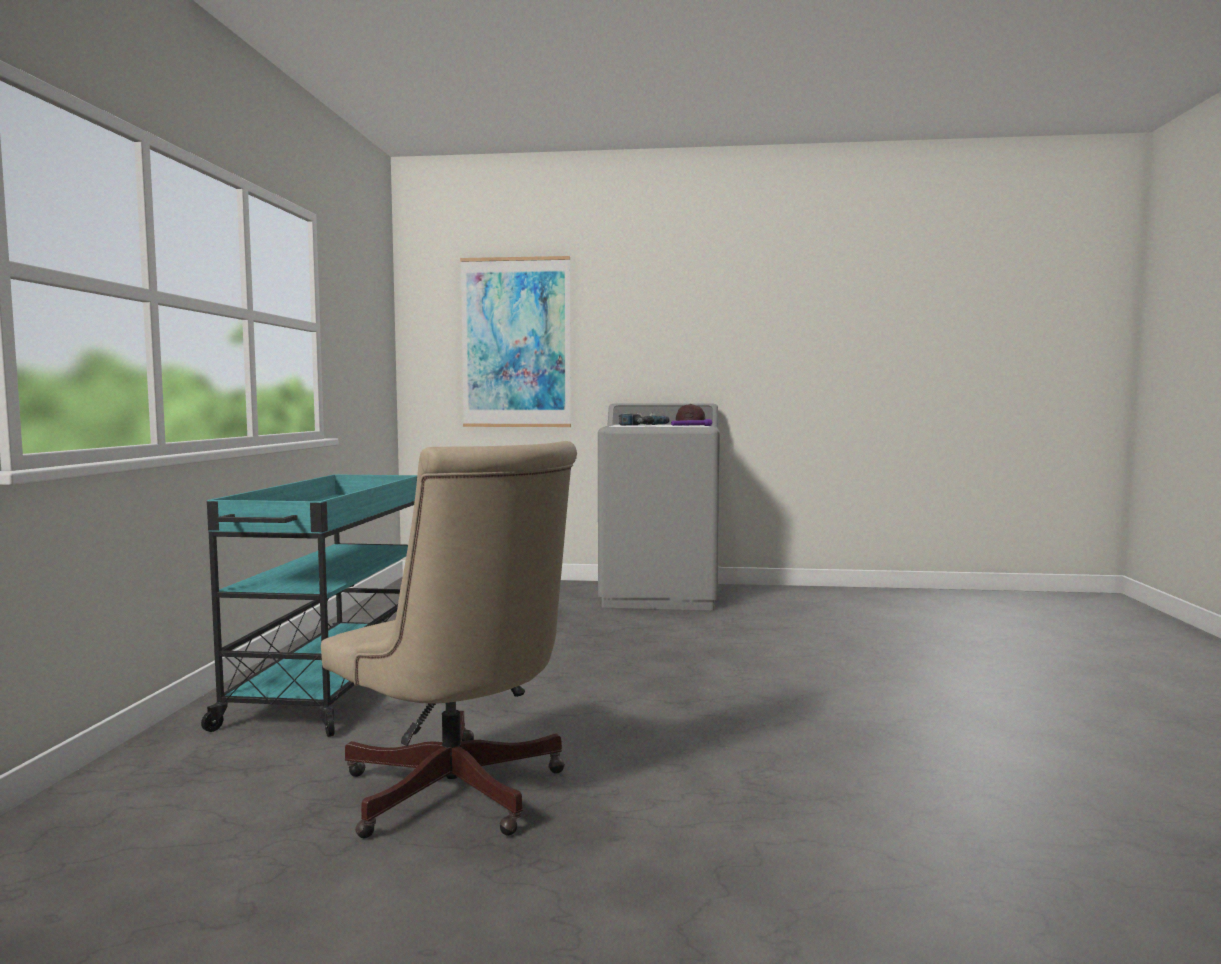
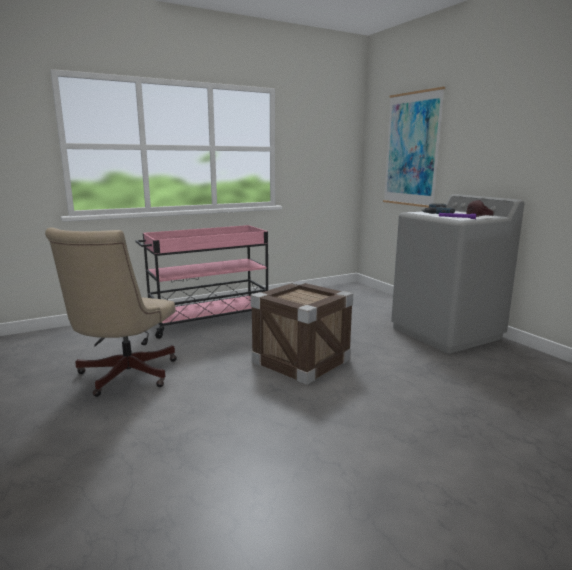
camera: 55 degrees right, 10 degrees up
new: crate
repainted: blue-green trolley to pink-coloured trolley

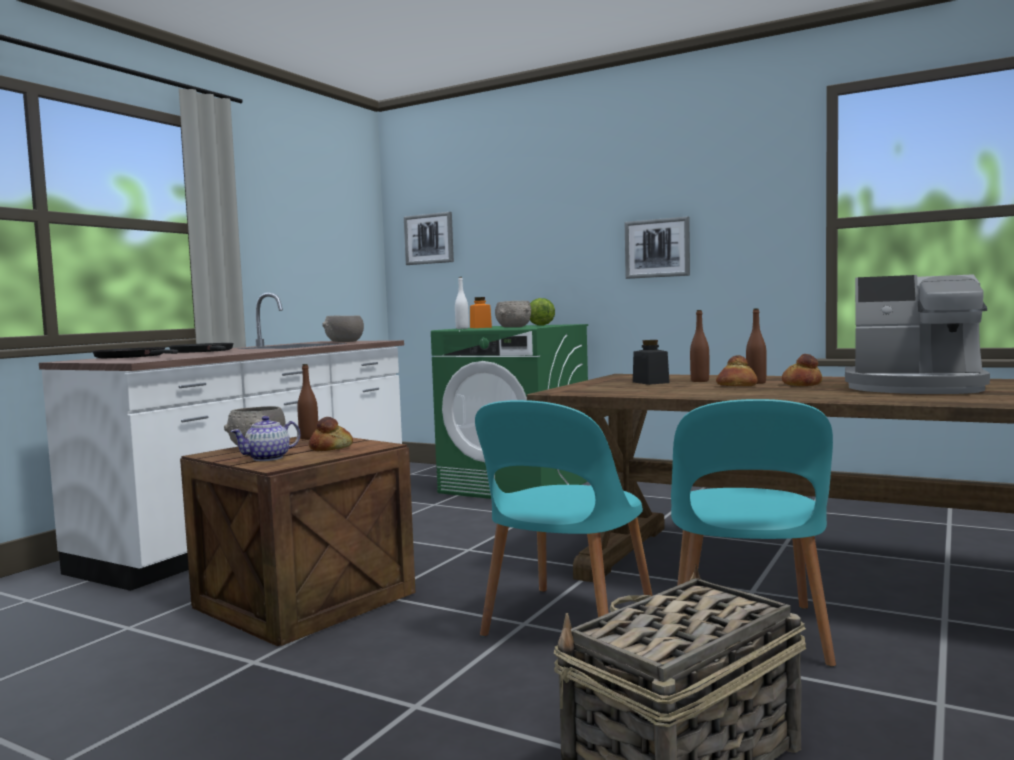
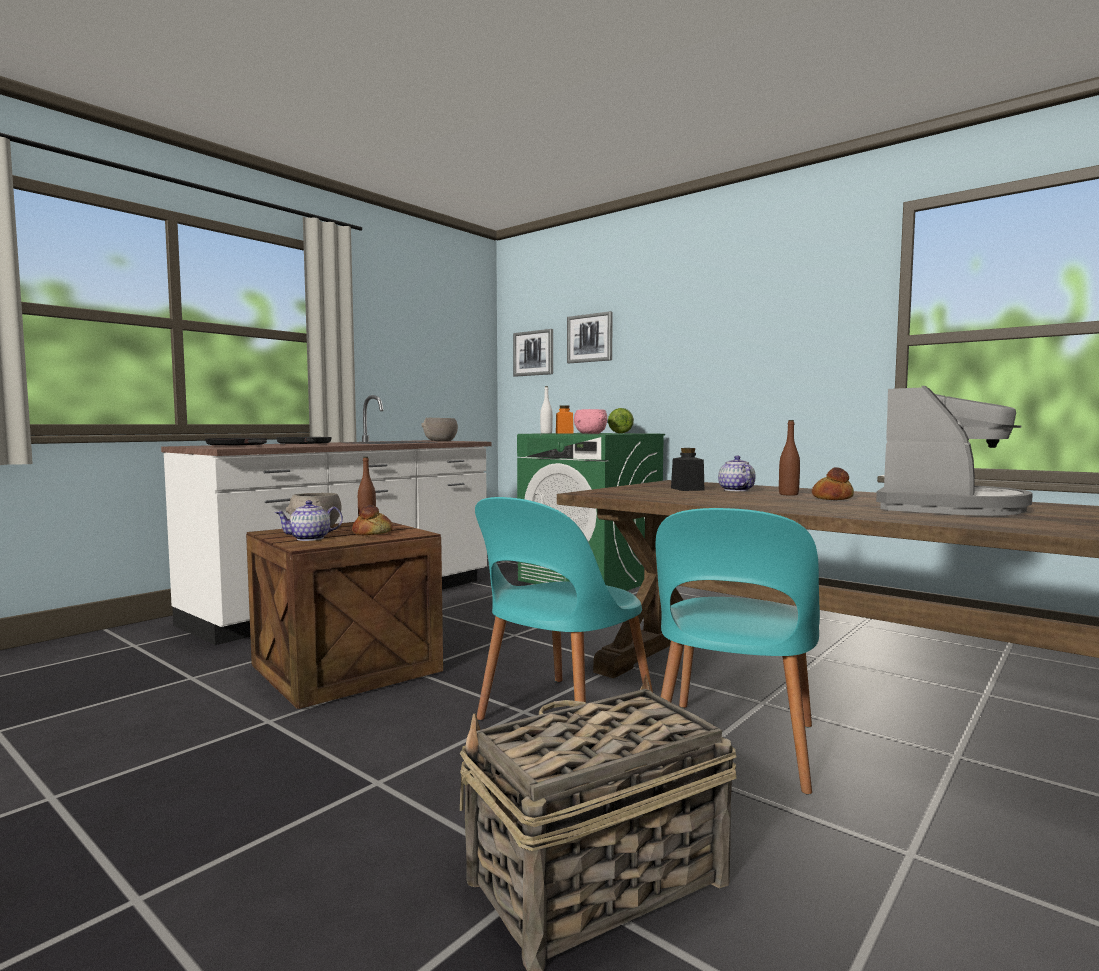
camera: 10 degrees right, 0 degrees up
gone: baked bread (no. 2 from left)
shifted: wall art (no. 2 from left)
swapped: brown-coloured bottle (no. 2 from left) to pot for tea (no. 2 from left)
repainted: greyish serving bowl (no. 3 from left) to pink-coloured serving bowl
rotated: coffee brewer 90 degrees counterclockwise

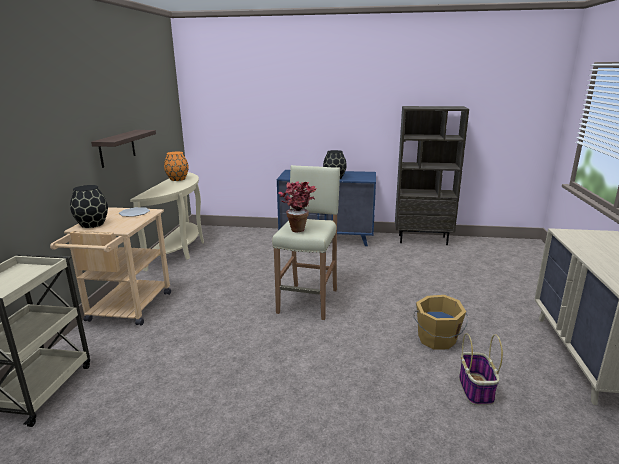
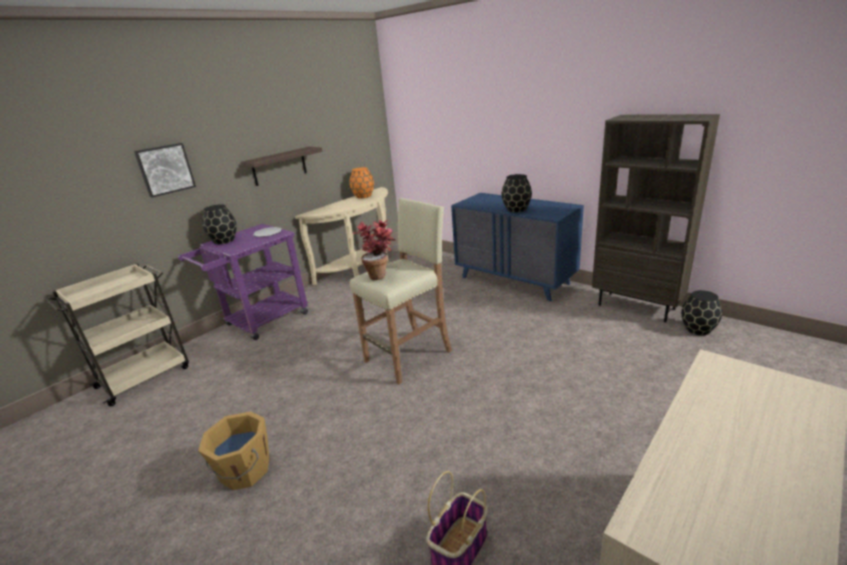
camera: 35 degrees right, 5 degrees up
new: wall art; black-coloured vase (no. 3 from left)
shifted: orange bucket
repainted: beige-coloured trolley (no. 2 from left) to purple trolley

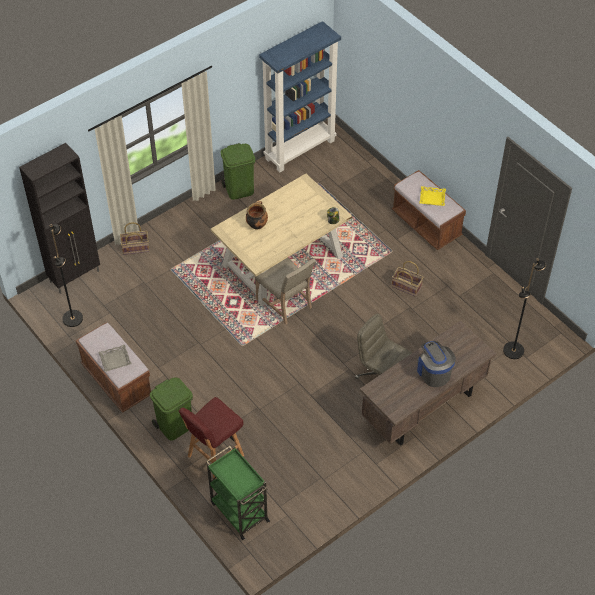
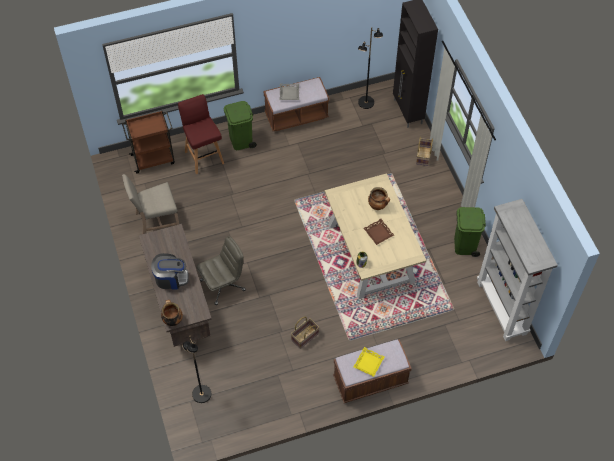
camera: 110 degrees right, 5 degrees up
new: saucepot (no. 1 from left); brown-coloured serving tray
shifted: beige-coloured plain chair
repainted: greenish trolley to brown-coloured trolley; blue-coloured shelving unit to greyish shelving unit

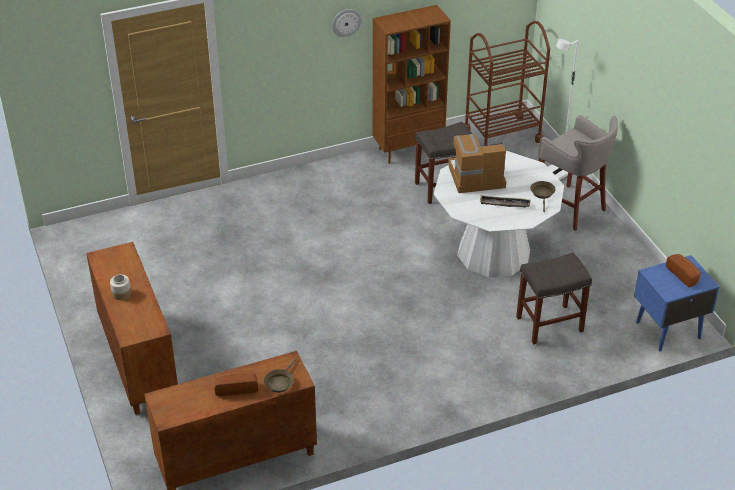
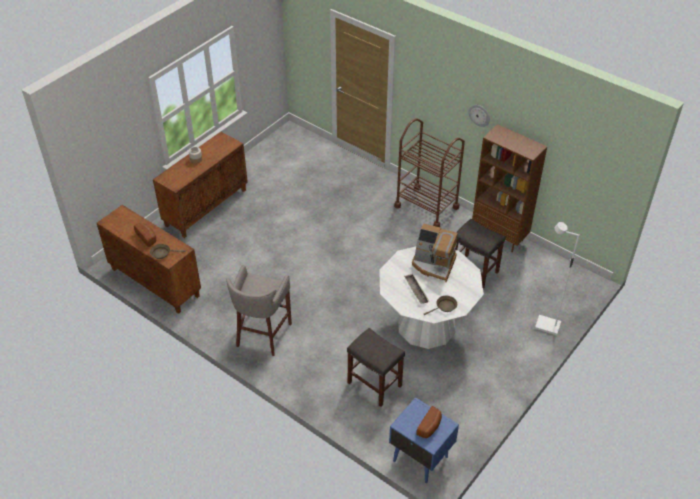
camera: 60 degrees right, 5 degrees up
shifted: brown-coloured trolley; greyish stool (no. 3 from left in the first image) to greyish stool (no. 1 from left)
rotated: coffee brewer 150 degrees clockwise

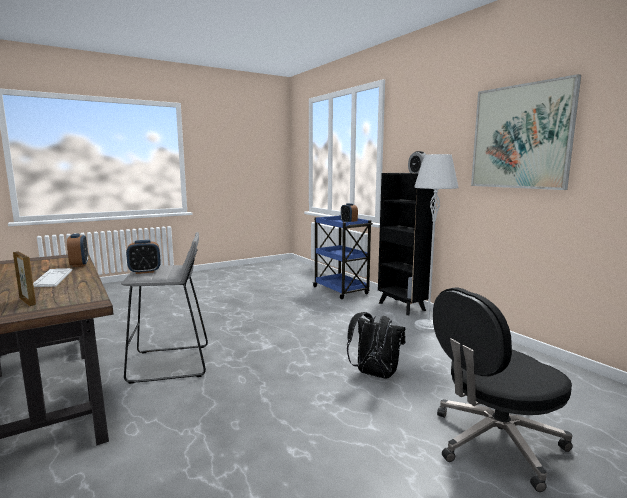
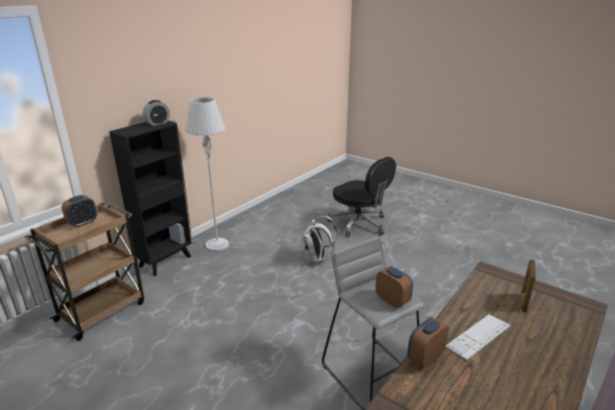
camera: 110 degrees left, 15 degrees up
gone: wall art
repainted: blue-coloured trolley to brown-coloured trolley; black-coloured knapsack to whitish knapsack

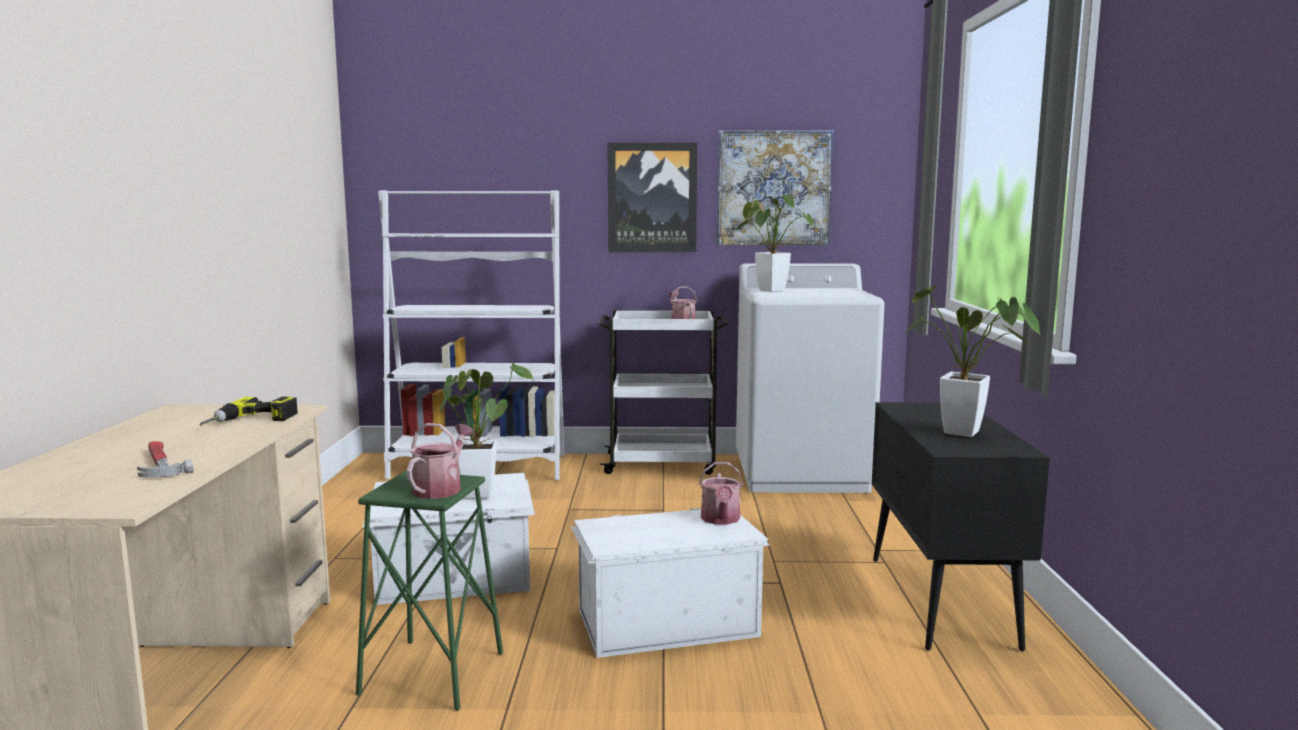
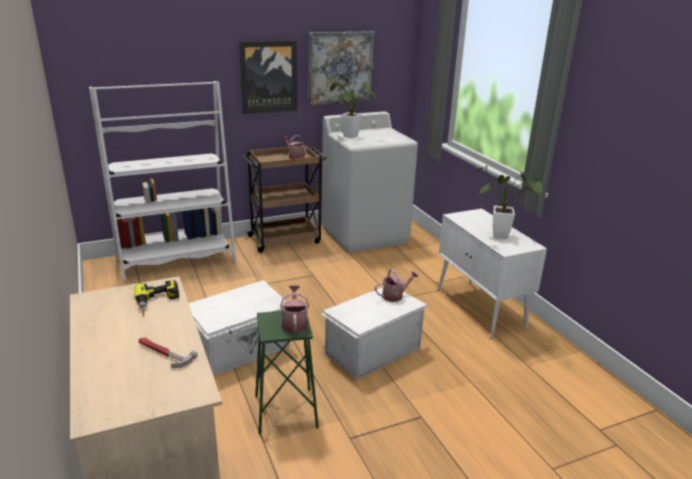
camera: 25 degrees left, 15 degrees up
gone: houseplant (no. 1 from left)
repainted: whitish trolley to brown-coloured trolley; black-coloured cabinet to whitish cabinet
rotated: watering pot (no. 3 from left) 90 degrees counterclockwise

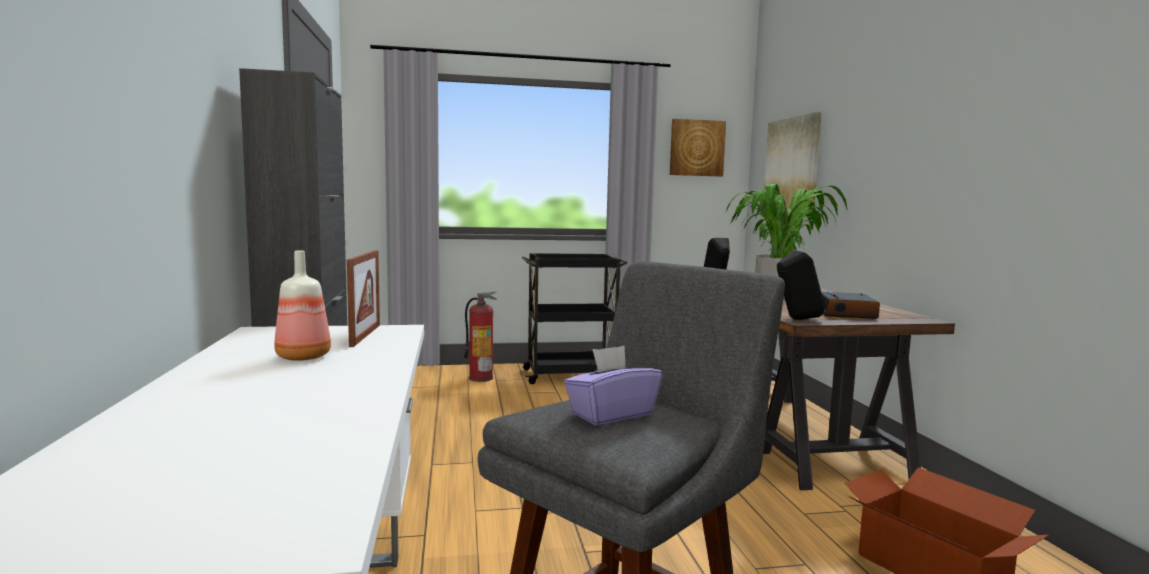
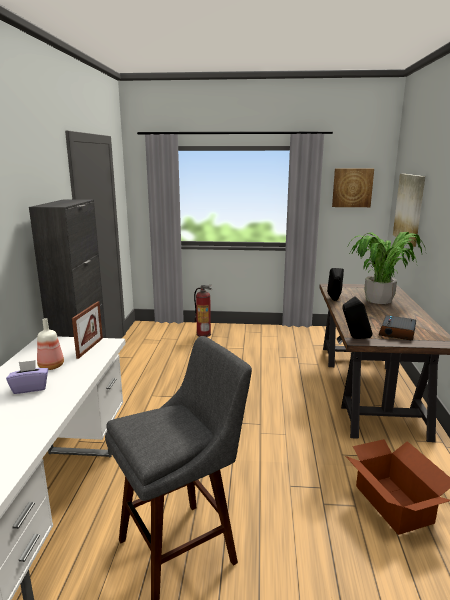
camera: 15 degrees right, 10 degrees up
gone: black-coloured trolley
shifted: purple tissue box

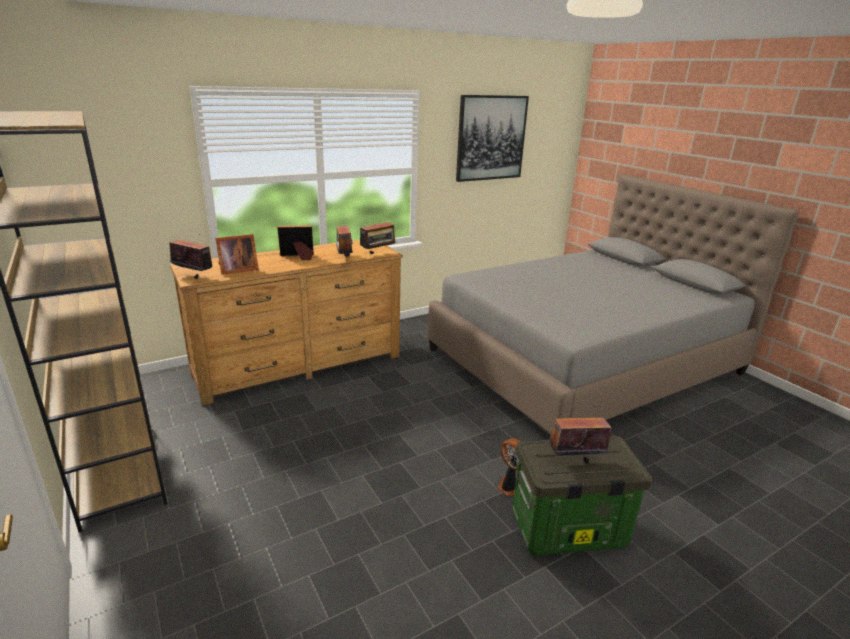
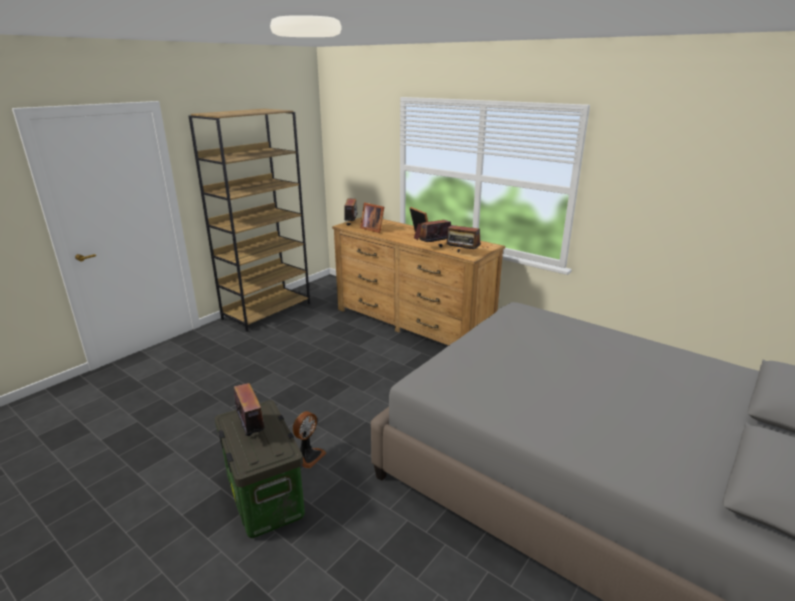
camera: 70 degrees right, 0 degrees up
gone: wall art

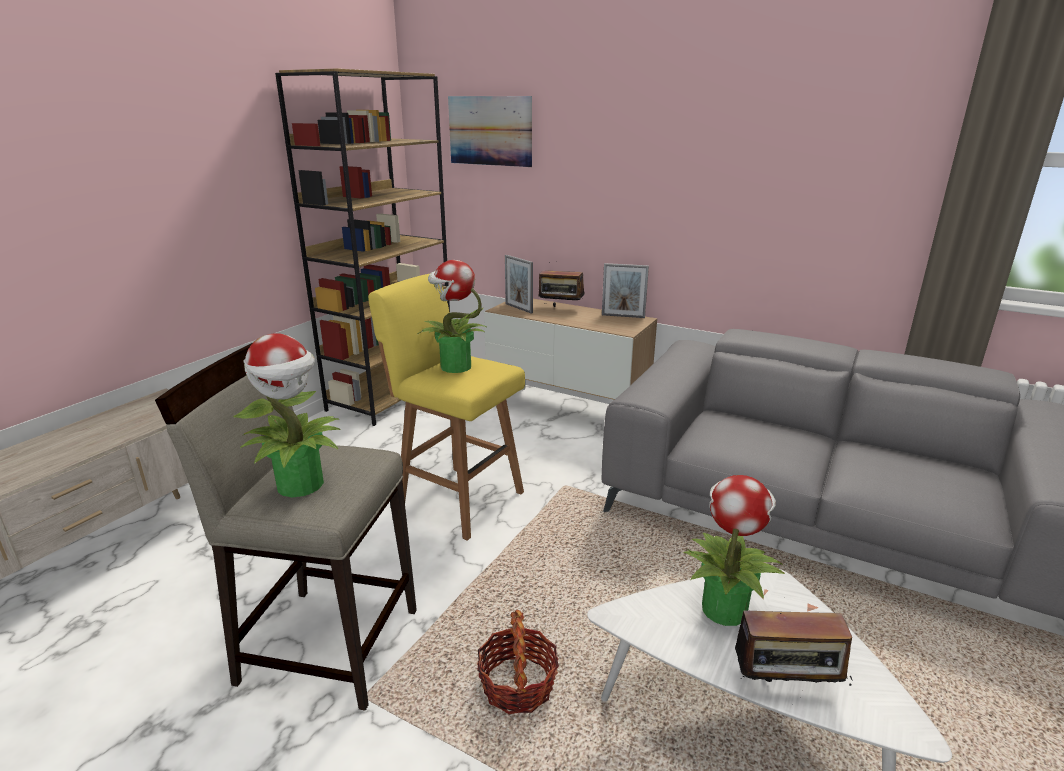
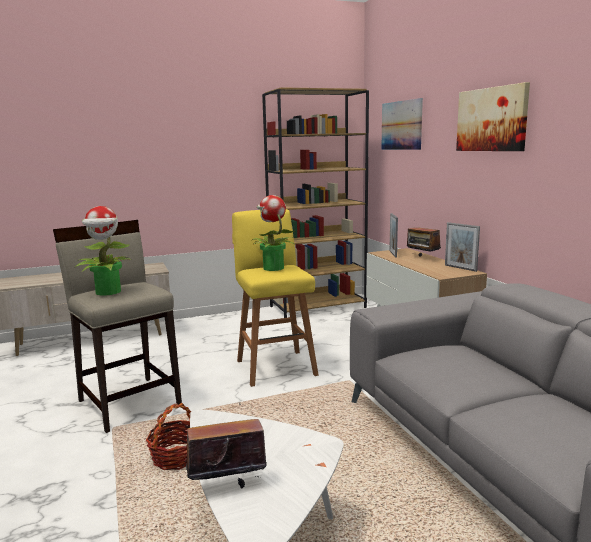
camera: 40 degrees right, 10 degrees down
gone: houseplant (no. 3 from left)
new: wall art (no. 2 from left)
rotated: radio (no. 2 from left in the first image) 120 degrees clockwise

